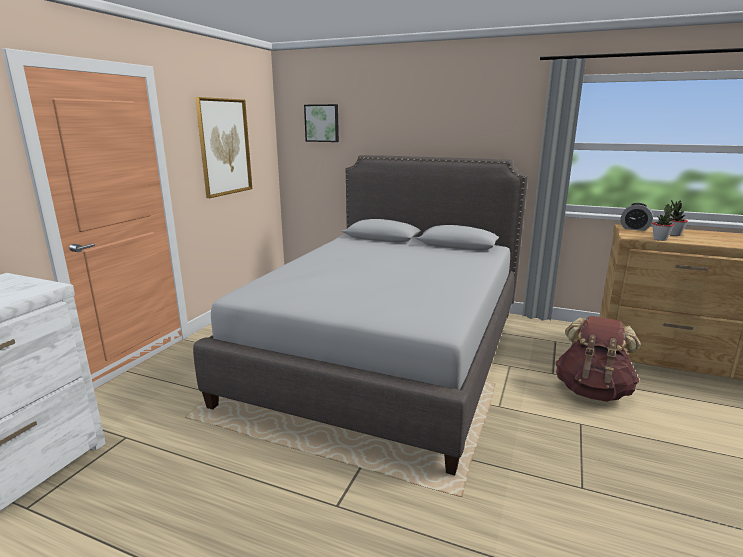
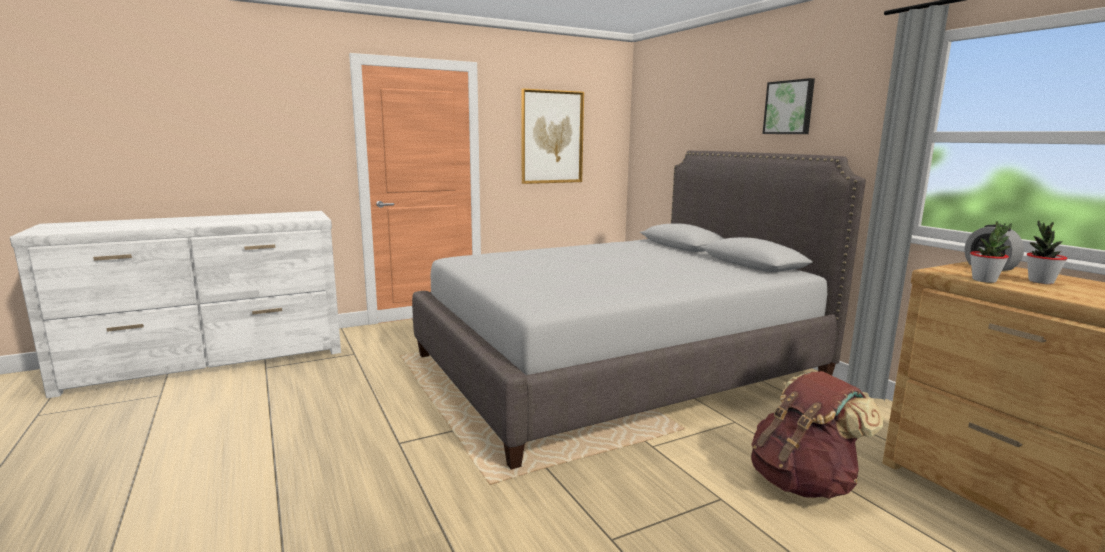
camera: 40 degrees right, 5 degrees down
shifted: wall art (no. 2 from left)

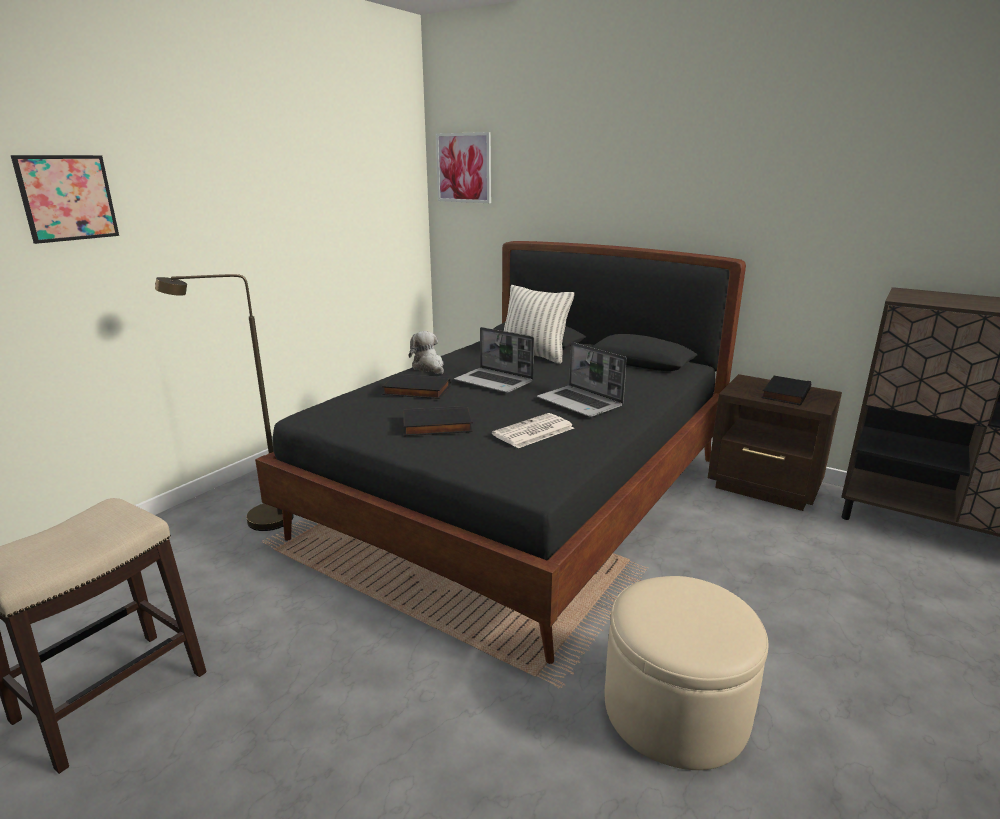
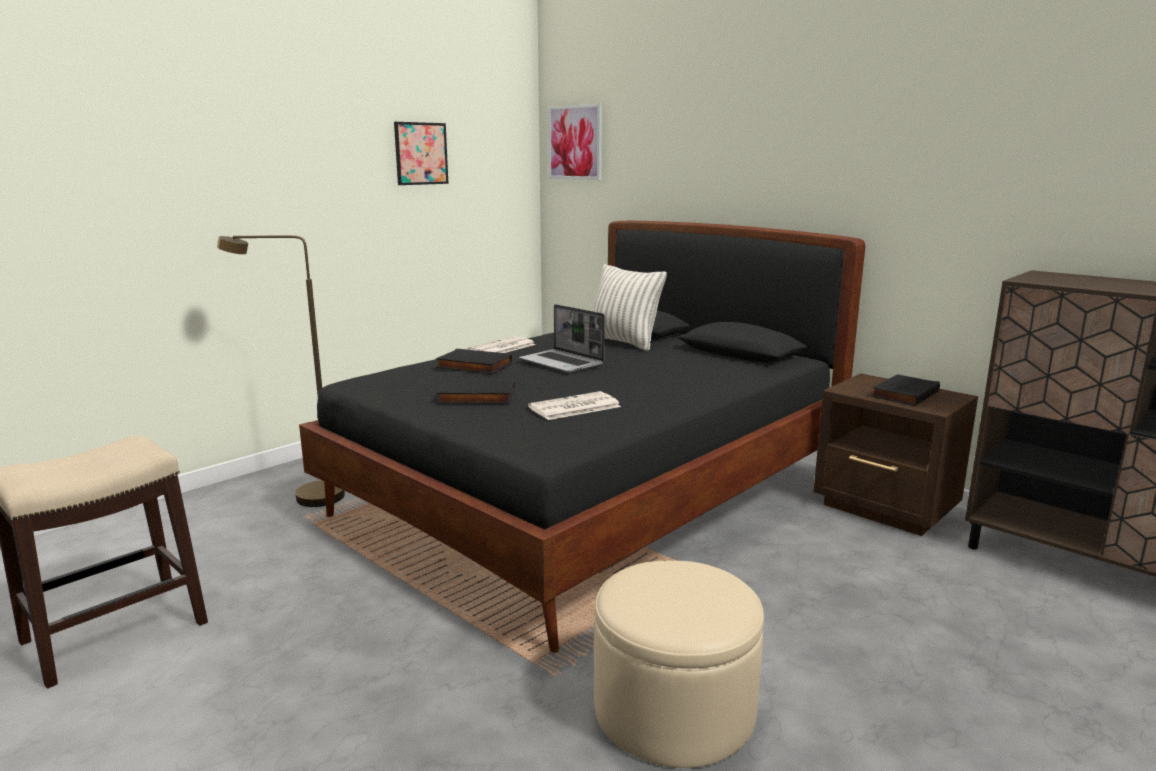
camera: 10 degrees right, 5 degrees down
gone: laptop (no. 2 from left)
shifted: wall art (no. 1 from left)
swapped: cuddly toy to newspaper (no. 1 from left)

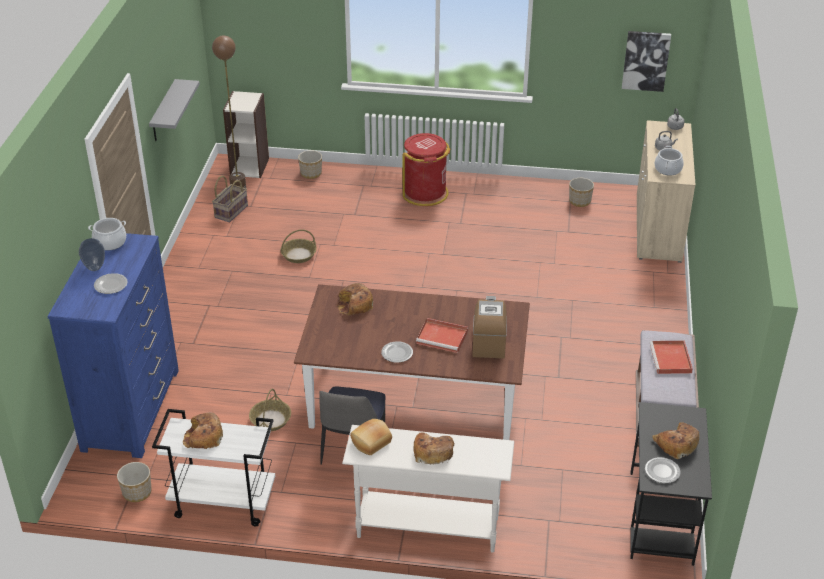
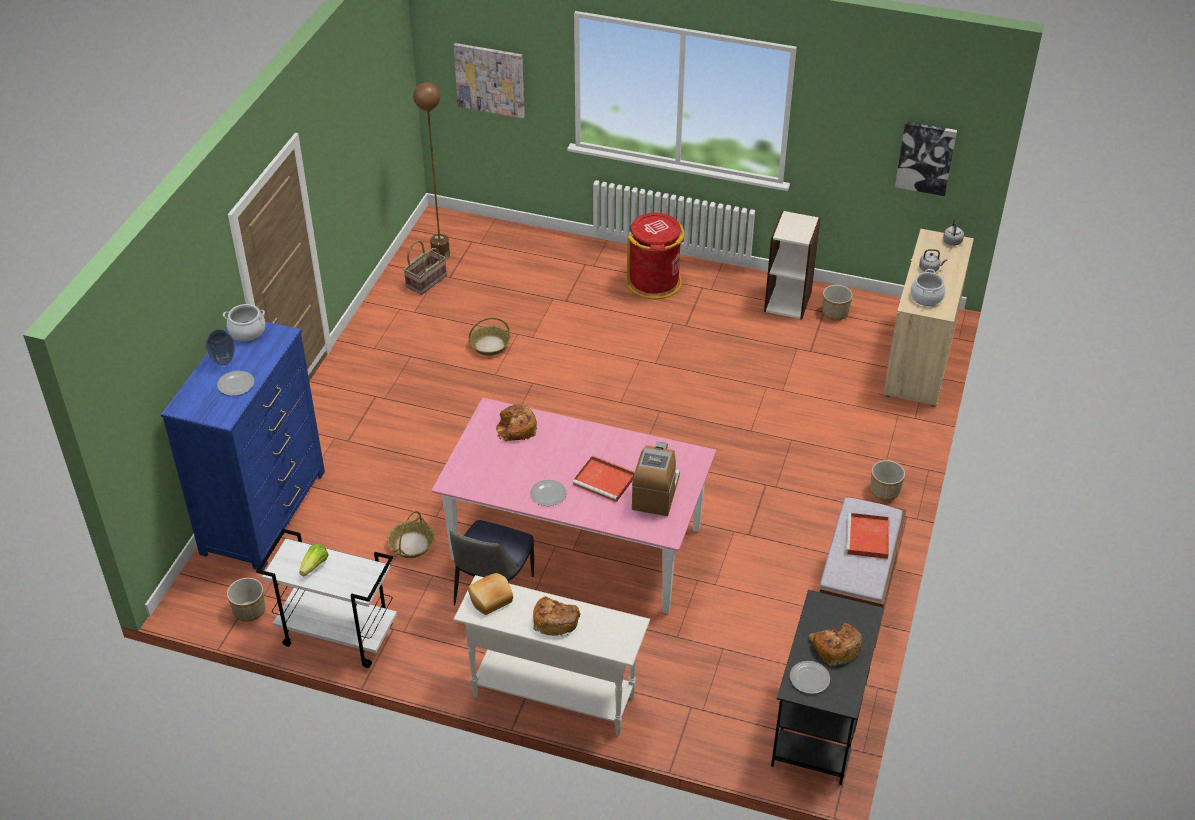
camera: 10 degrees right, 5 degrees up
gone: greyish wall shelf
new: wall art (no. 1 from left)
shifted: shelving unit; flower pot (no. 2 from left in the first image) to flower pot (no. 3 from left)
swapped: baked bread (no. 1 from left) to head of lettuce
repainted: brown-coloured kitchen table to pink-coloured kitchen table

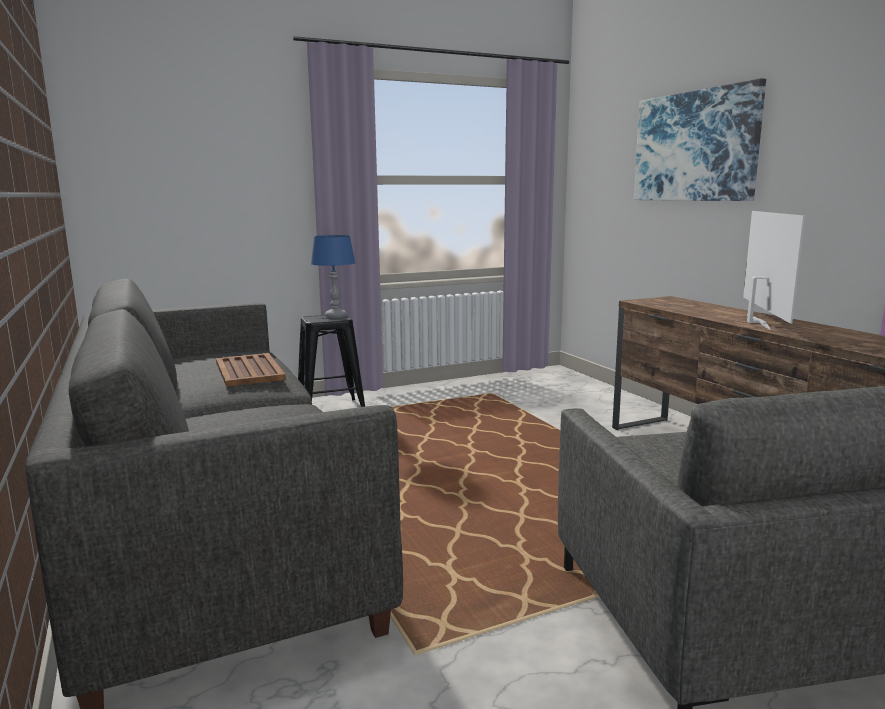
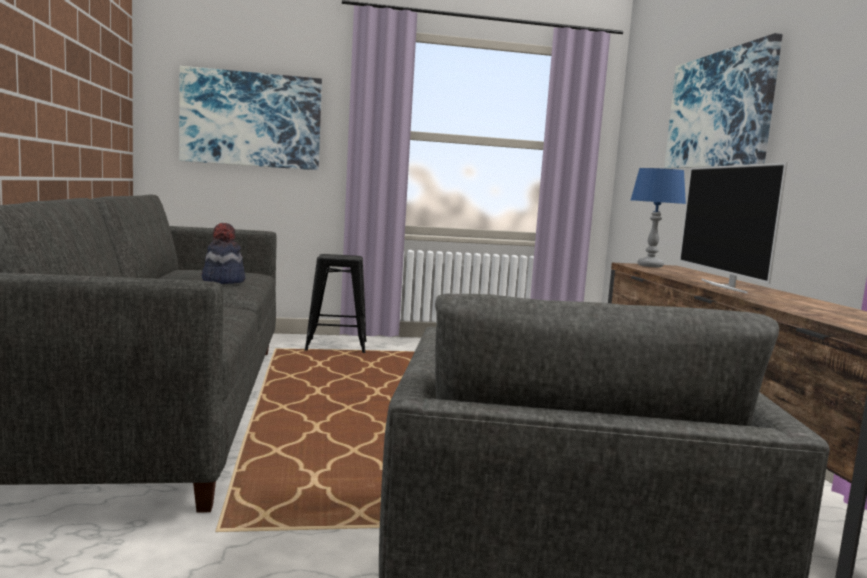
camera: 15 degrees right, 5 degrees down
new: wall art (no. 1 from left)
shifted: blue-coloured table lamp
swapped: brown-coloured serving tray to clothing hat
rotated: TV 150 degrees clockwise

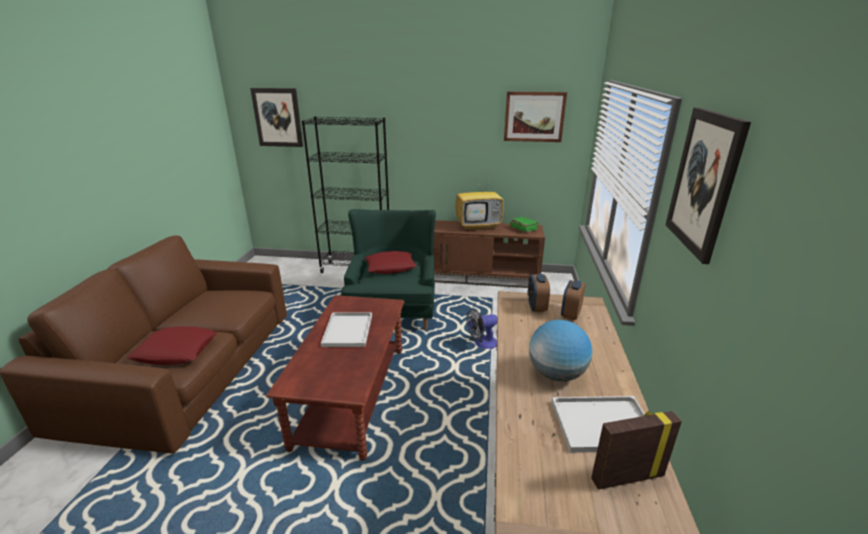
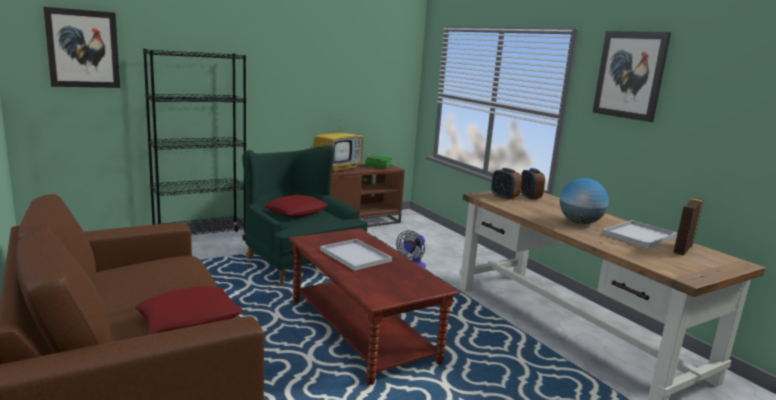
camera: 40 degrees left, 10 degrees down
gone: wall art (no. 2 from left)

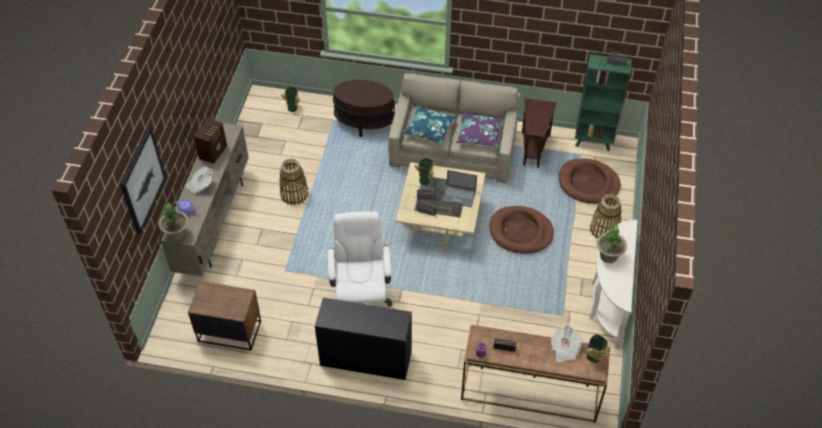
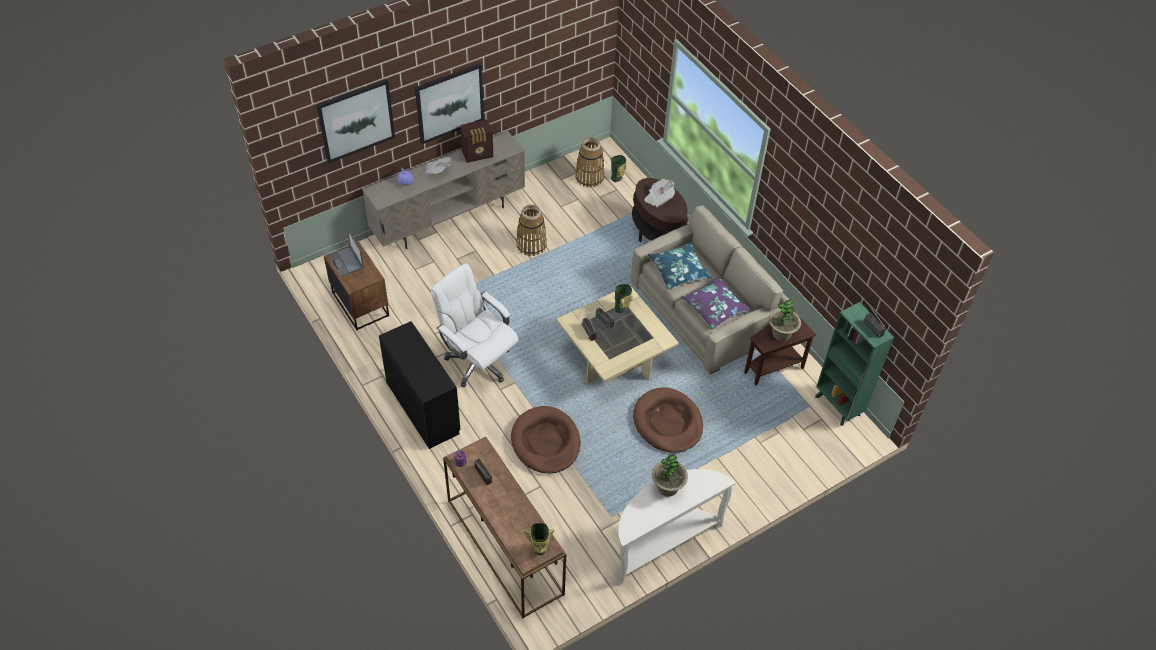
camera: 45 degrees right, 0 degrees up
new: wall art (no. 2 from left)
shifted: houseplant (no. 1 from left in the first image) to houseplant (no. 2 from left); laptop; newspaper (no. 2 from left); brown-coloured dog bed (no. 2 from left in the first image) to brown-coloured dog bed (no. 1 from left); household basket (no. 2 from left)
rotated: whitish desk chair 90 degrees counterclockwise

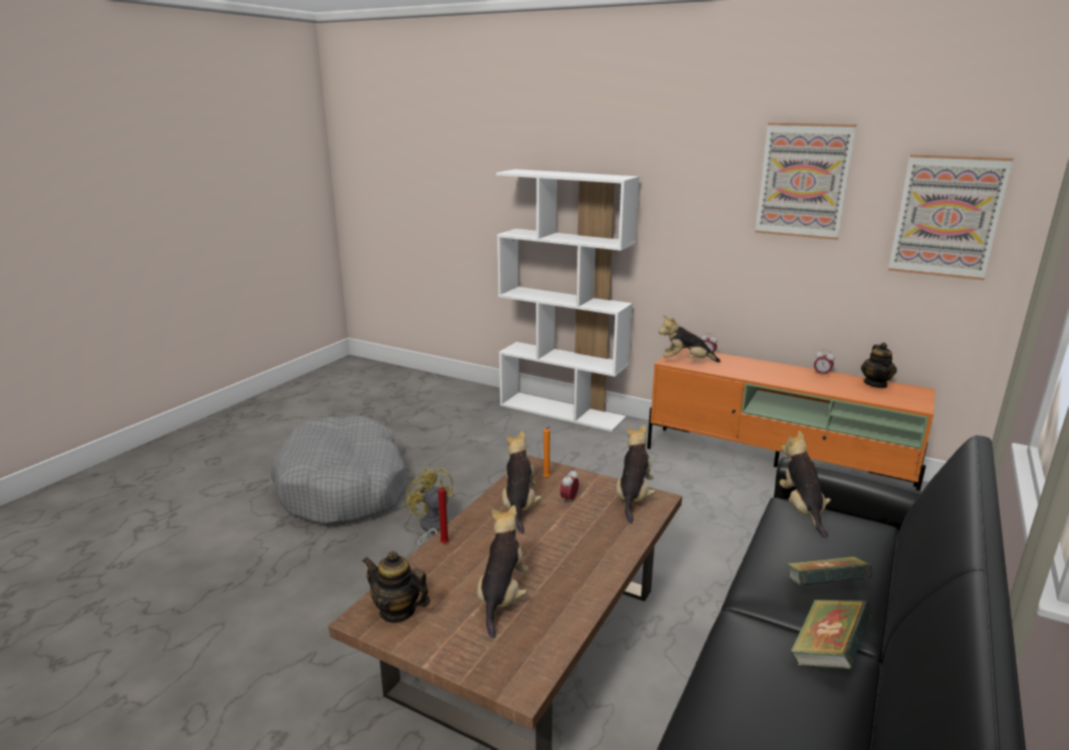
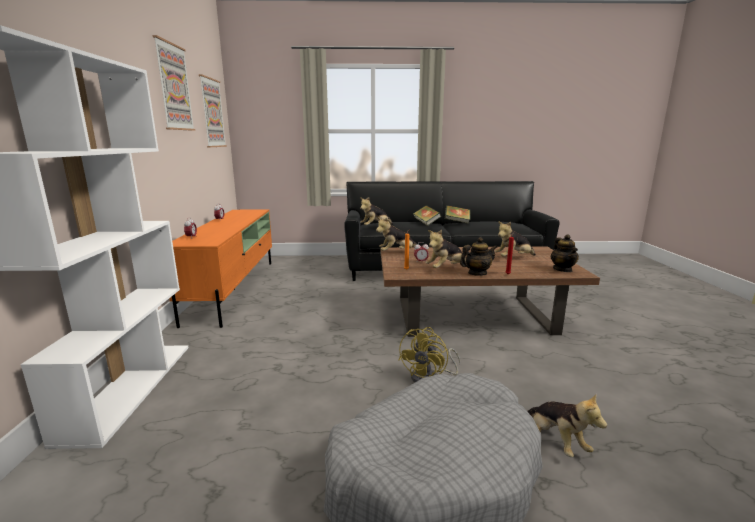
camera: 120 degrees left, 5 degrees down
shifted: cuddly toy (no. 4 from left in the first image) to cuddly toy (no. 5 from left); pot for tea (no. 2 from left in the first image) to pot for tea (no. 1 from left)

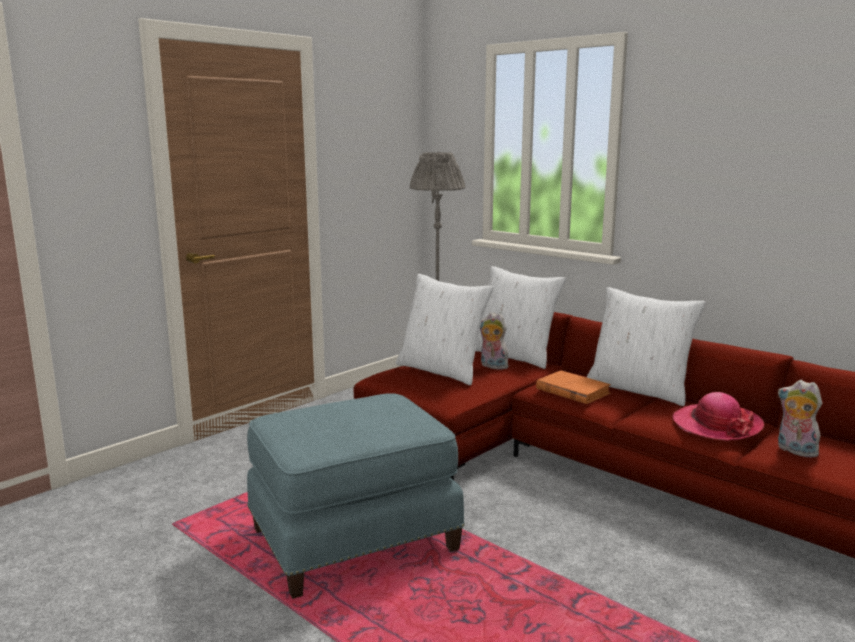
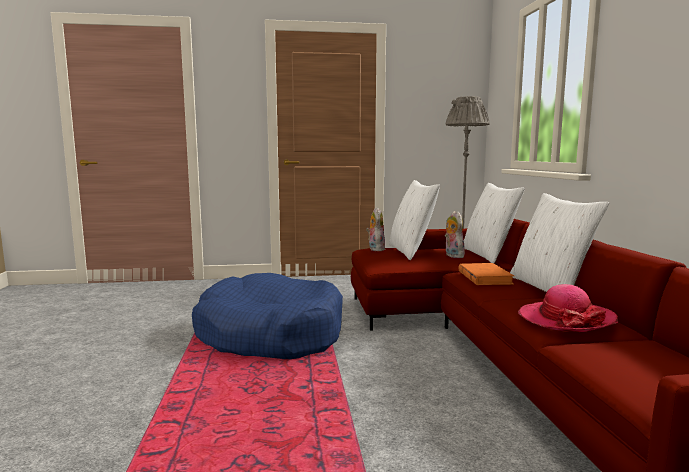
camera: 40 degrees right, 5 degrees down
shifted: cuddly toy (no. 2 from left in the first image) to cuddly toy (no. 1 from left)
swapped: blue-coloured ottoman to blue-coloured dog bed

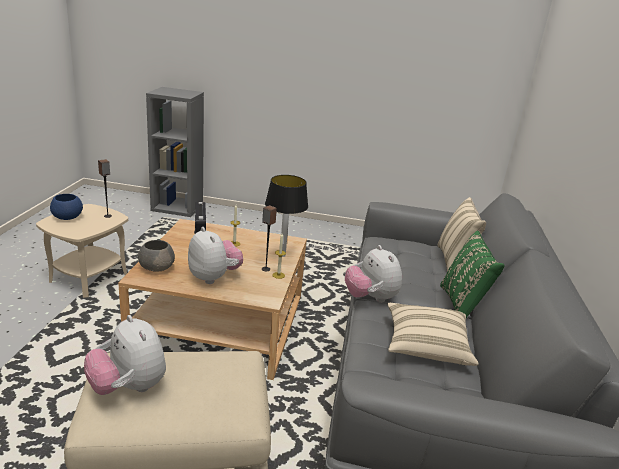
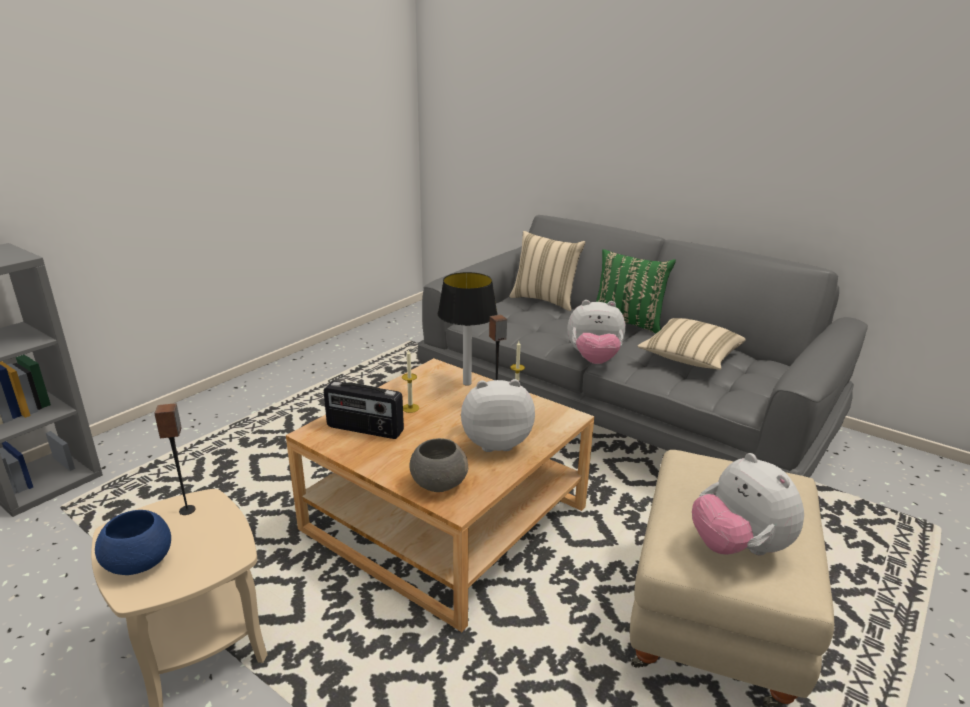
camera: 60 degrees left, 0 degrees up
rotated: cuddly toy (no. 1 from left in the first image) 75 degrees clockwise

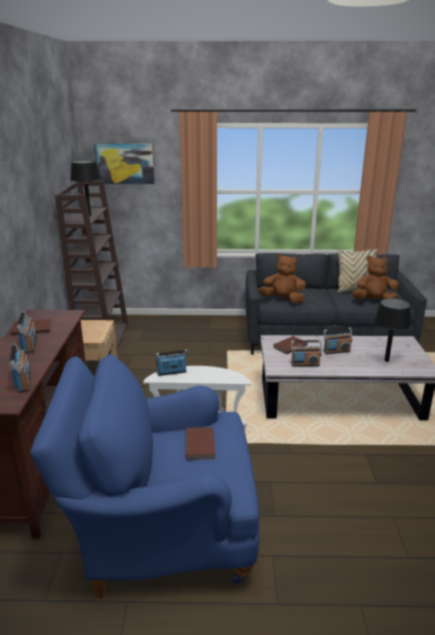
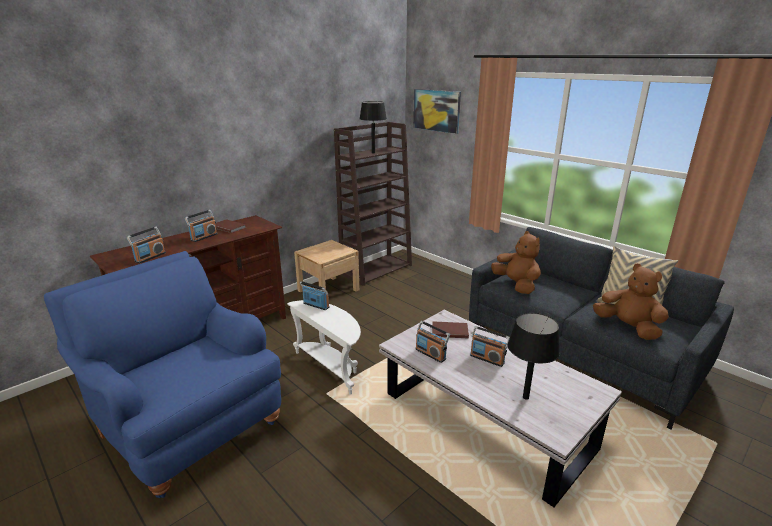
camera: 45 degrees right, 0 degrees up
gone: brown-coloured book (no. 2 from left)

